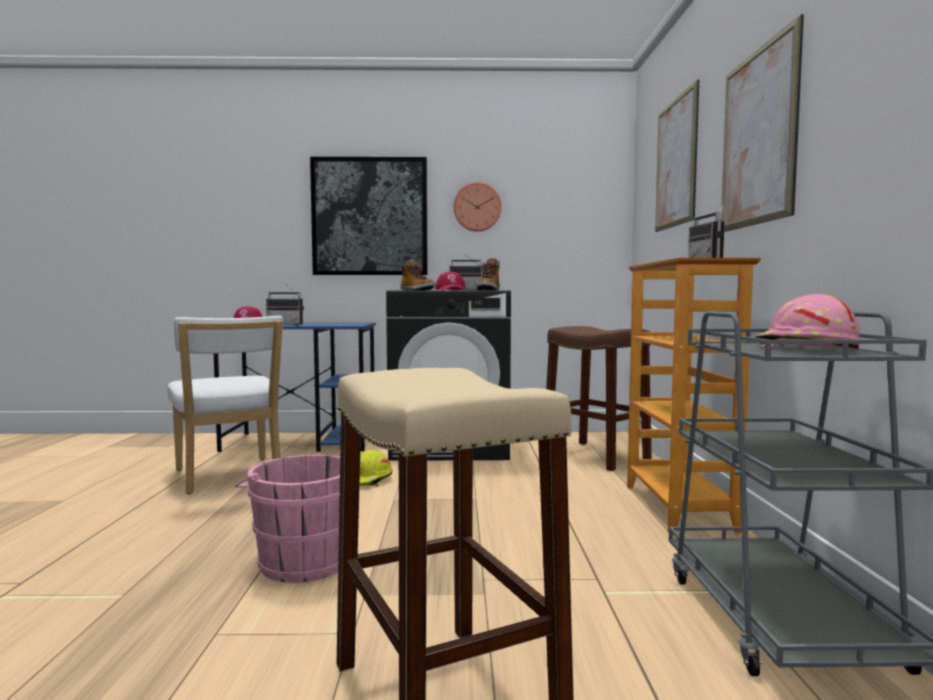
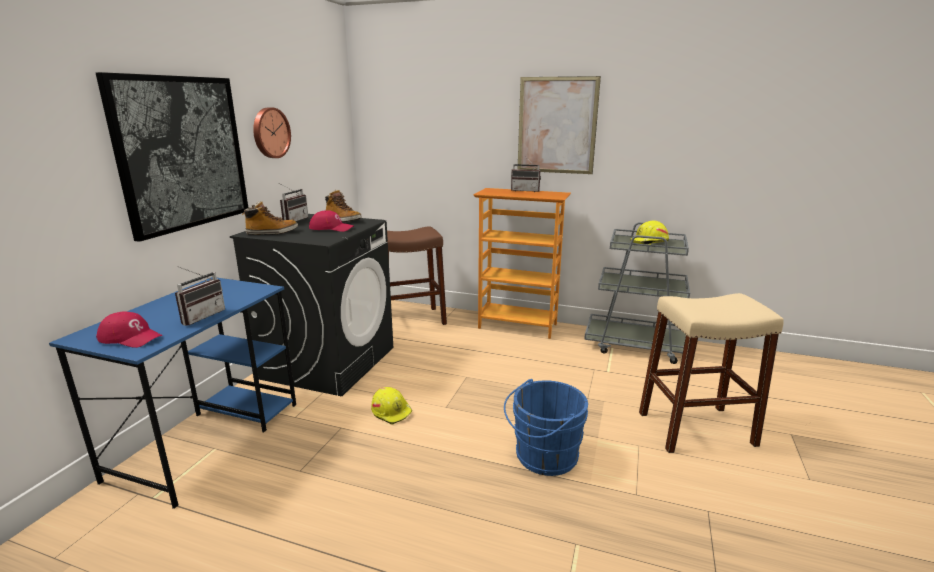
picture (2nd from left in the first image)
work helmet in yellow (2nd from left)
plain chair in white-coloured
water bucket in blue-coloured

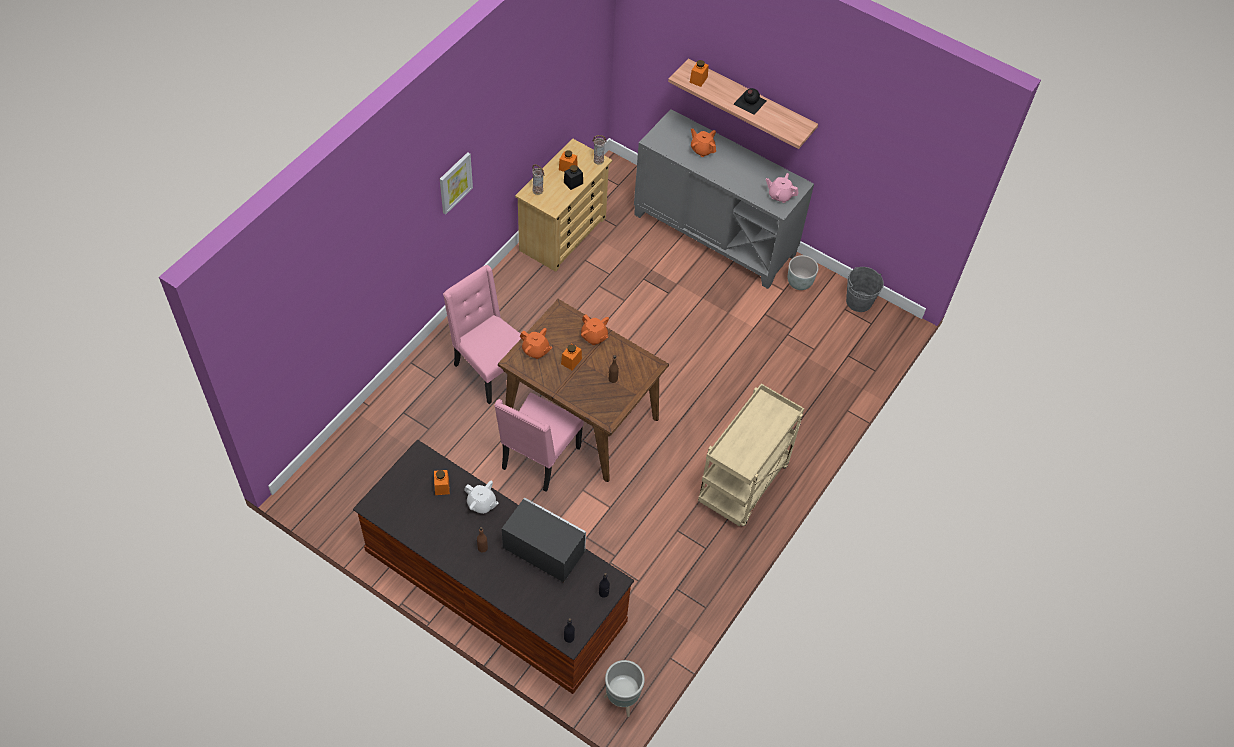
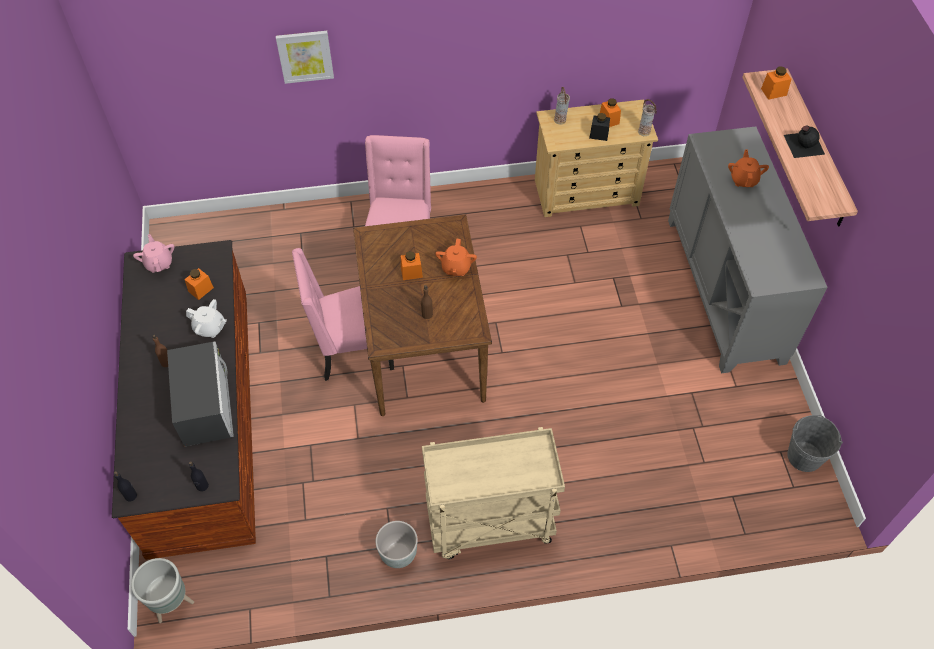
picture
pot for tea in pinkish
flower pot in grey (2nd from left)
pot for tea in orangey (1st from left in the first image)
pot for tea in white-coloured

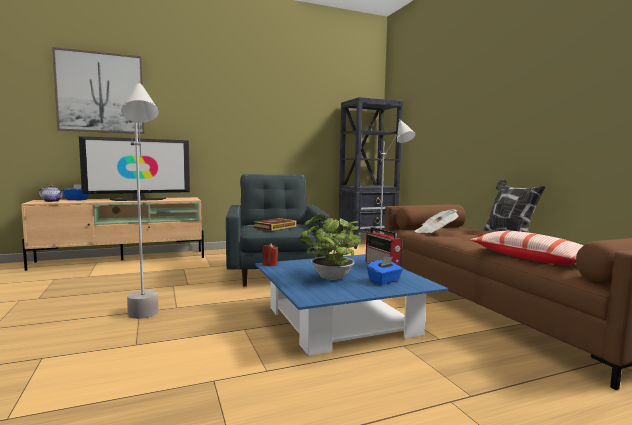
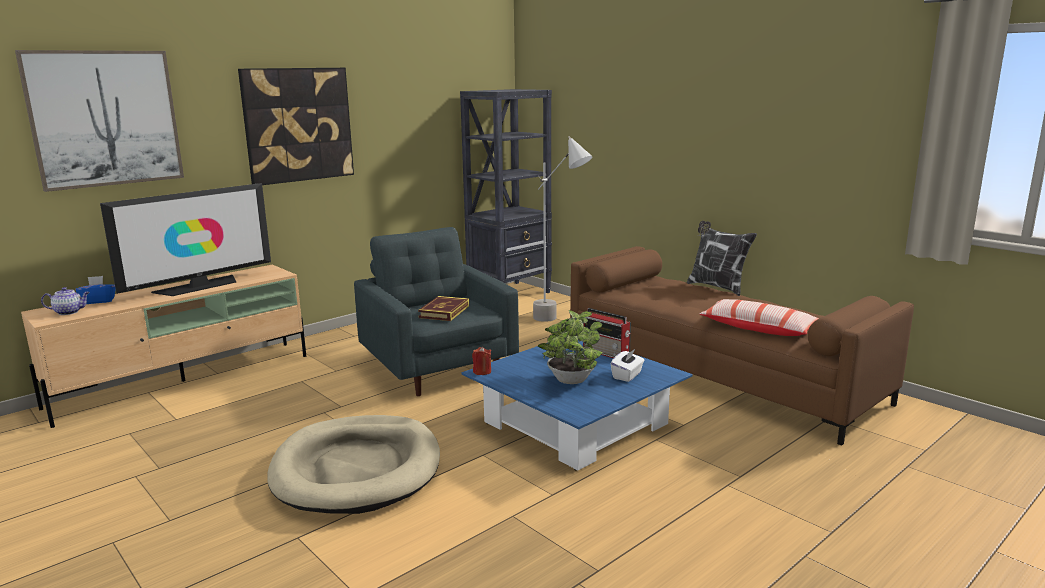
dog cushion in beige-coloured
newspaper
tissue box in white-coloured
picture (2nd from left)

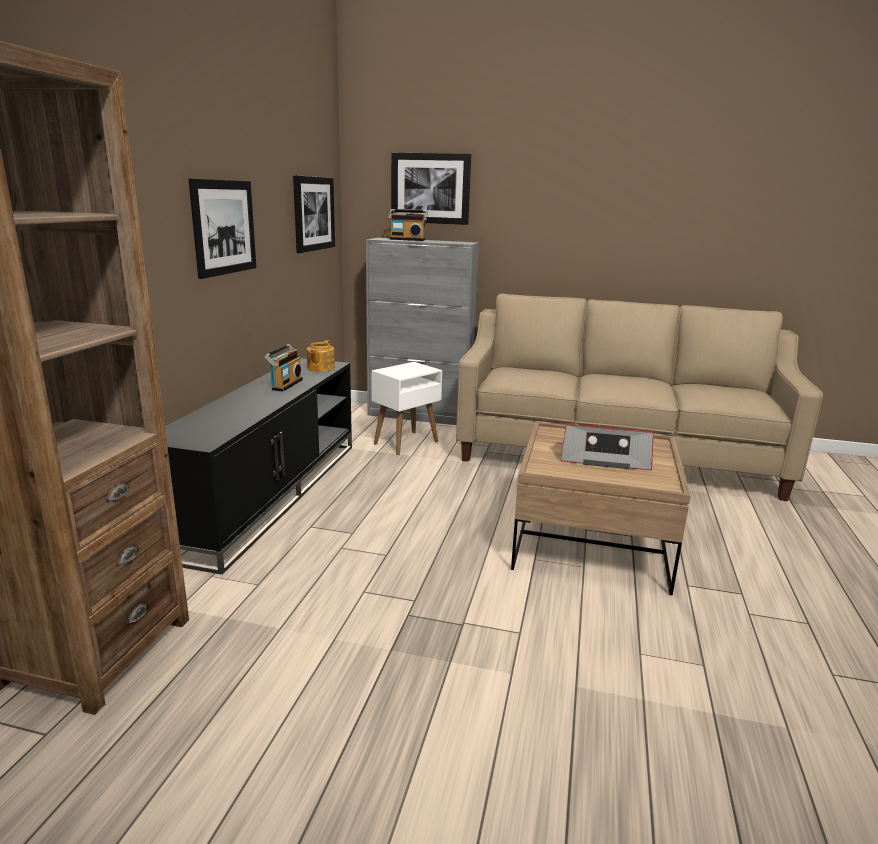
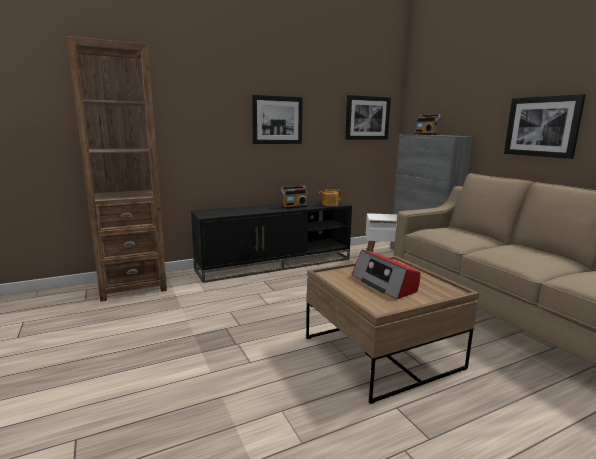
picture (3rd from left)

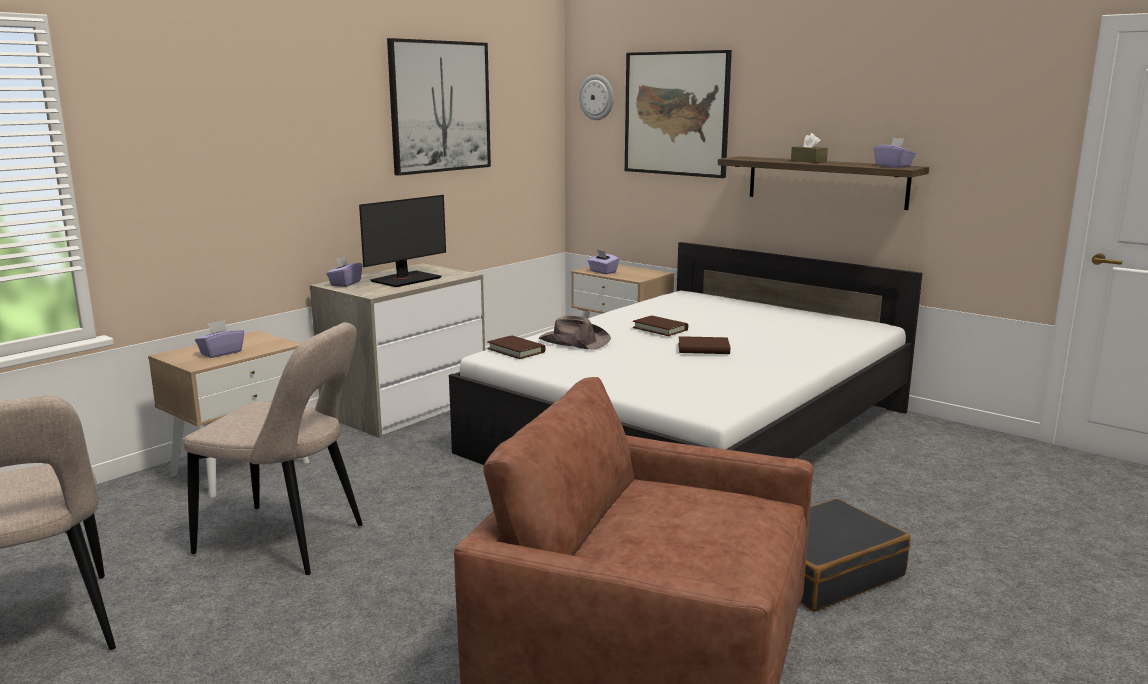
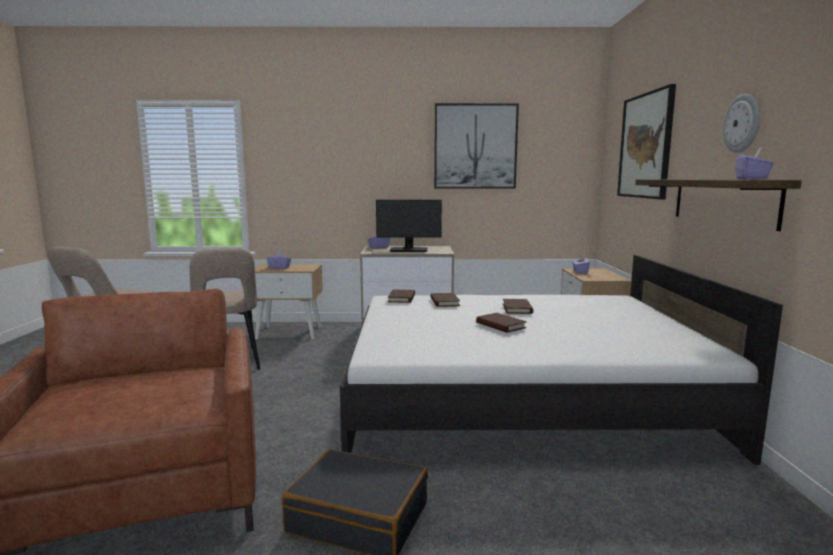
hanging clock
tissue box in brownish
volume in brownish (2nd from left)

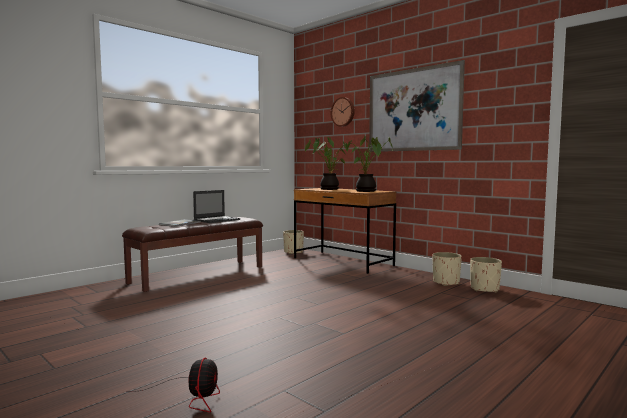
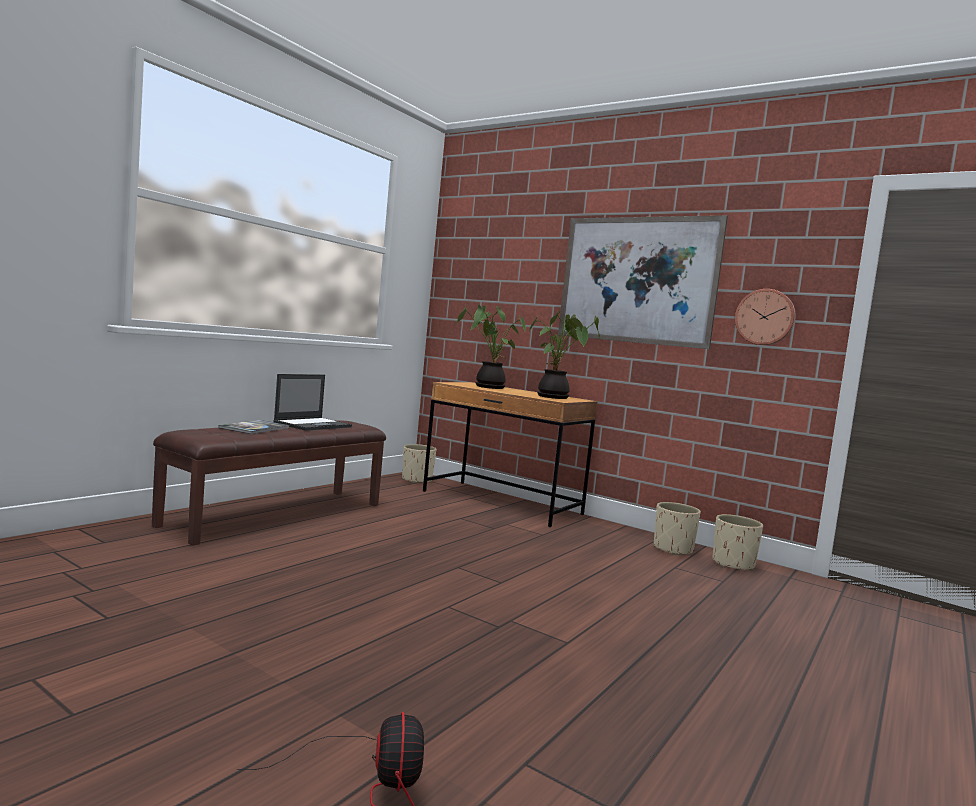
hanging clock

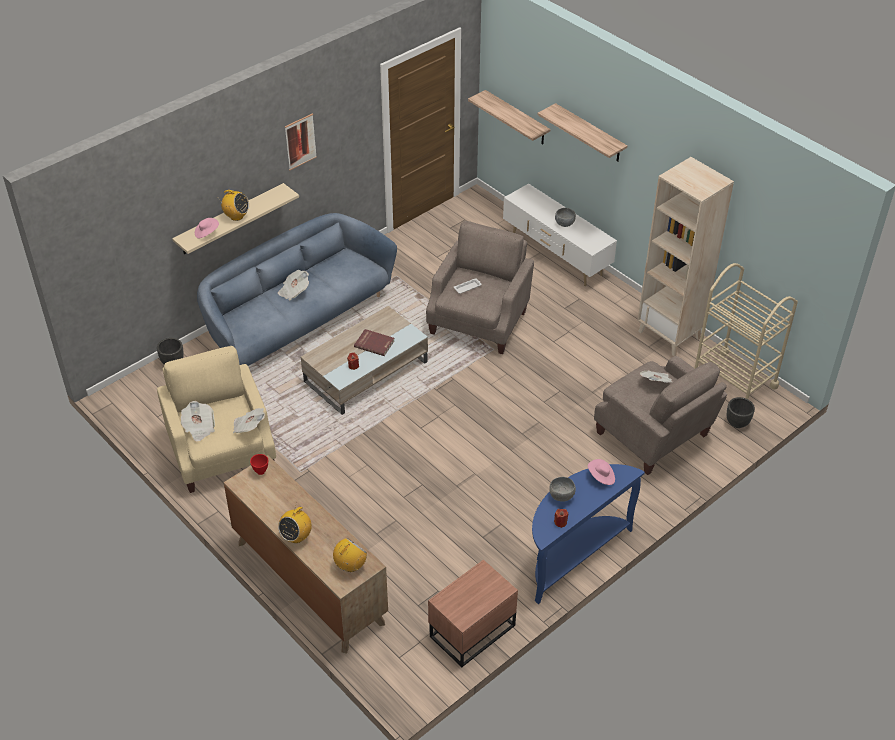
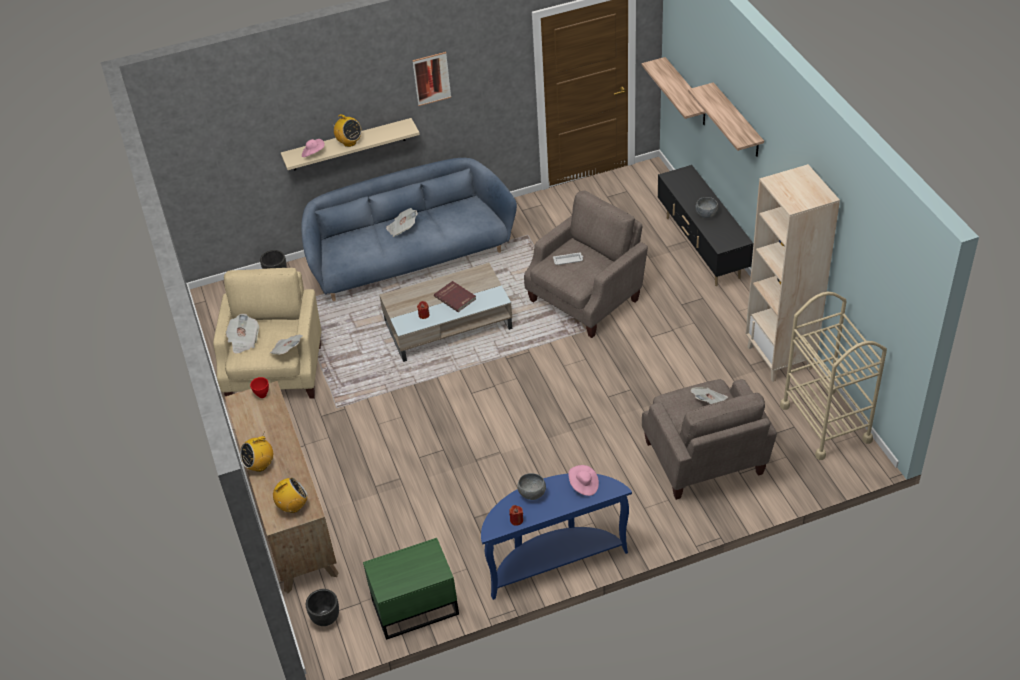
tv stand in blackish
flower pot in blackish (2nd from left)
night table in greenish

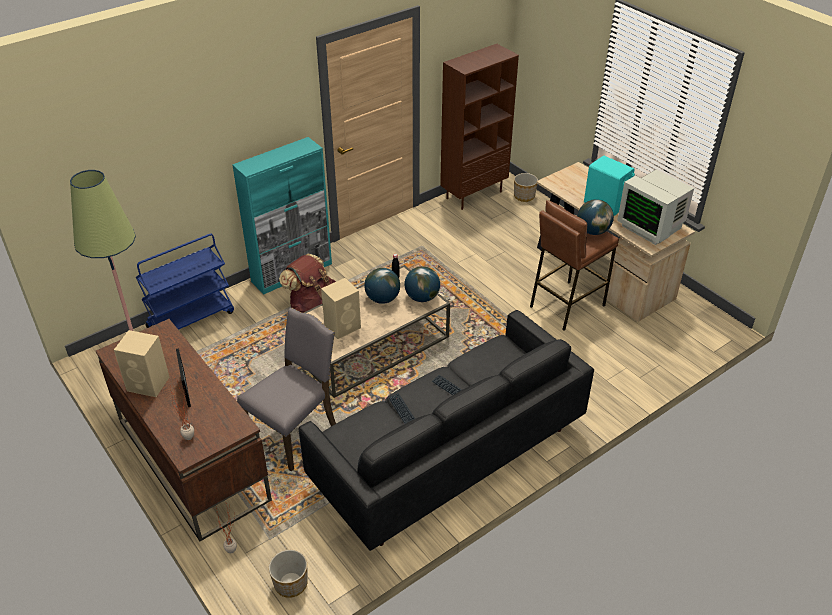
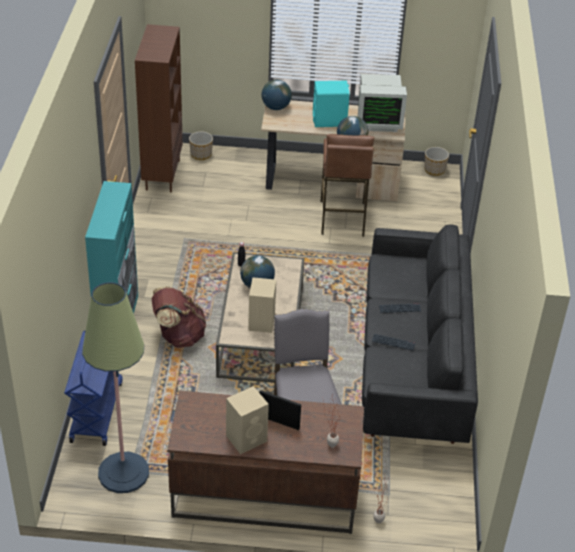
globe (2nd from left)
flower pot (2nd from left)

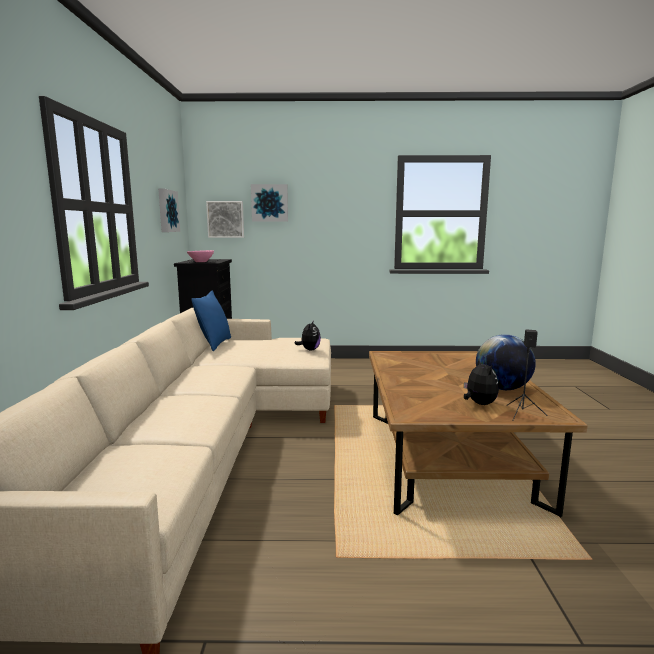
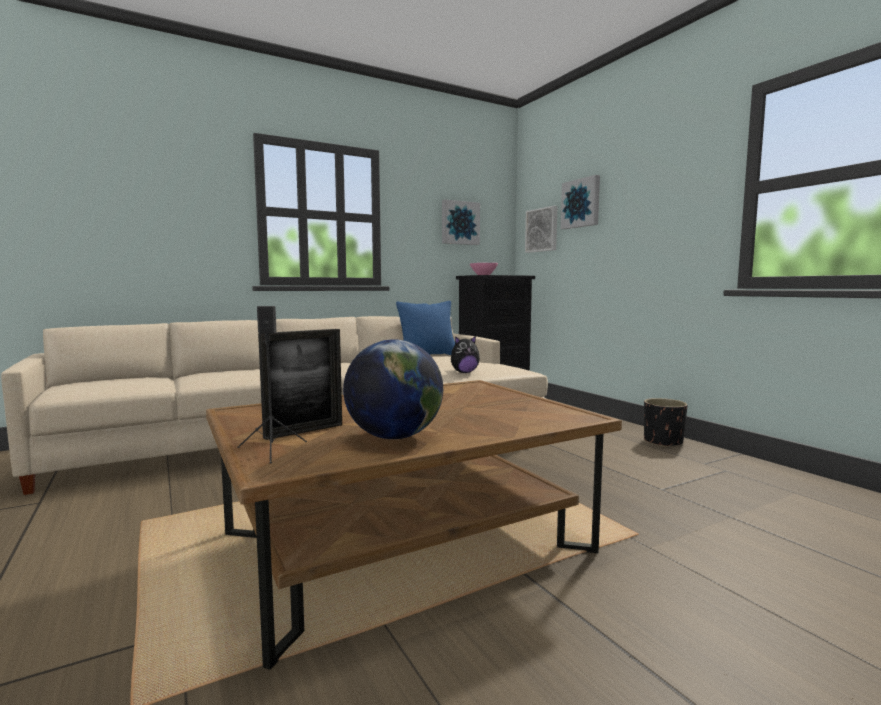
picture frame
flower pot in blackish

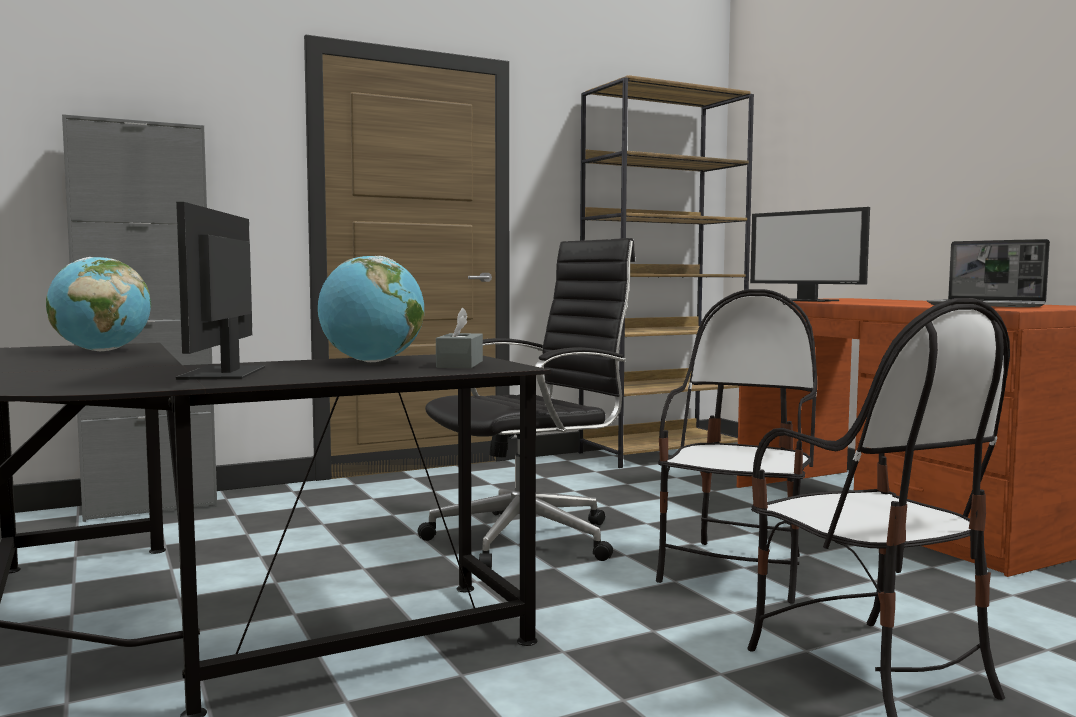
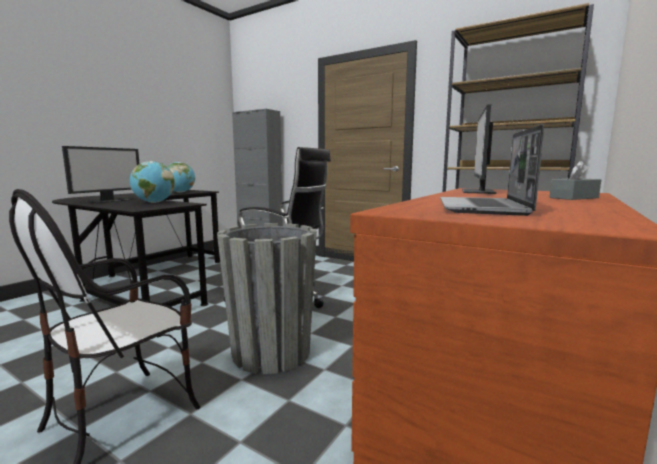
monitor (1st from left)
flower pot in grey
tissue box in grey

